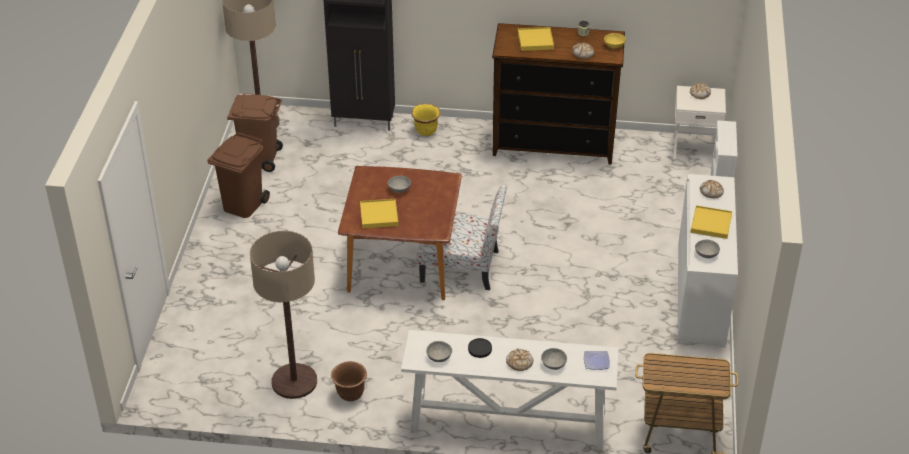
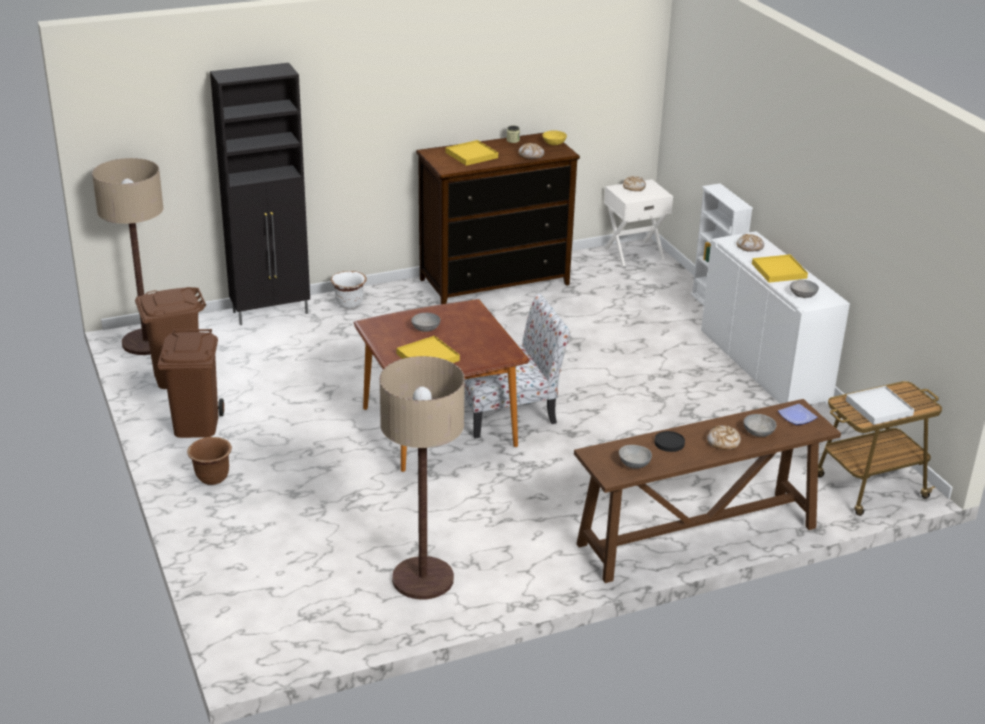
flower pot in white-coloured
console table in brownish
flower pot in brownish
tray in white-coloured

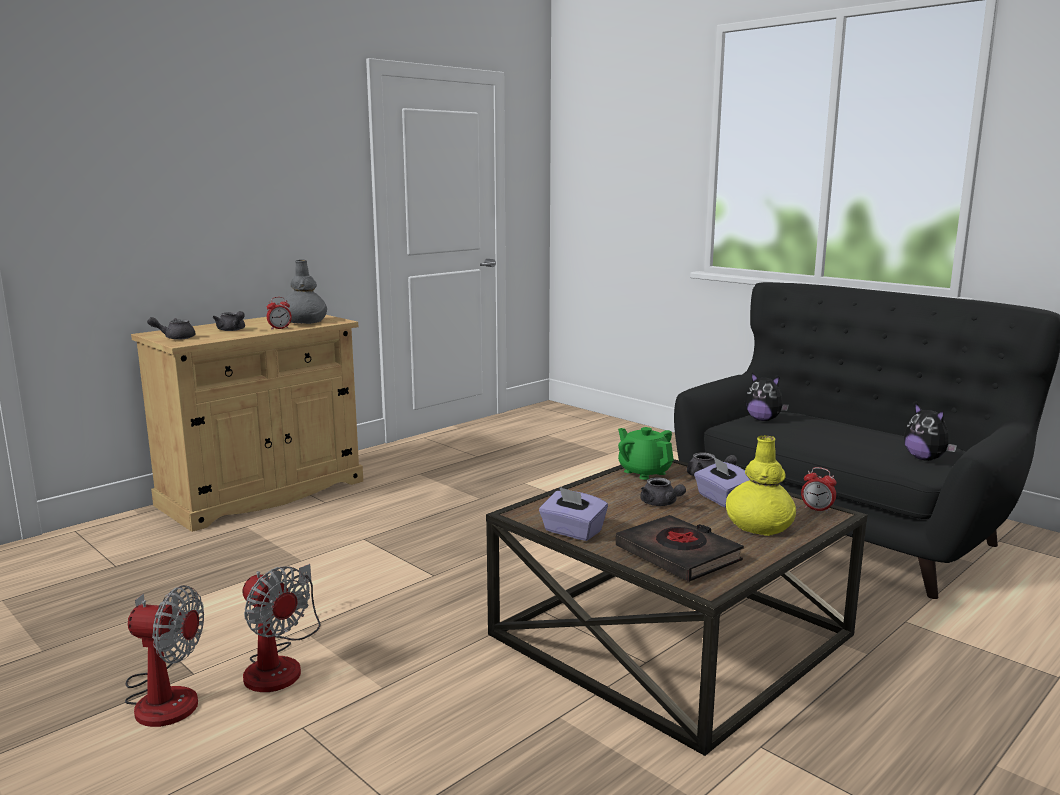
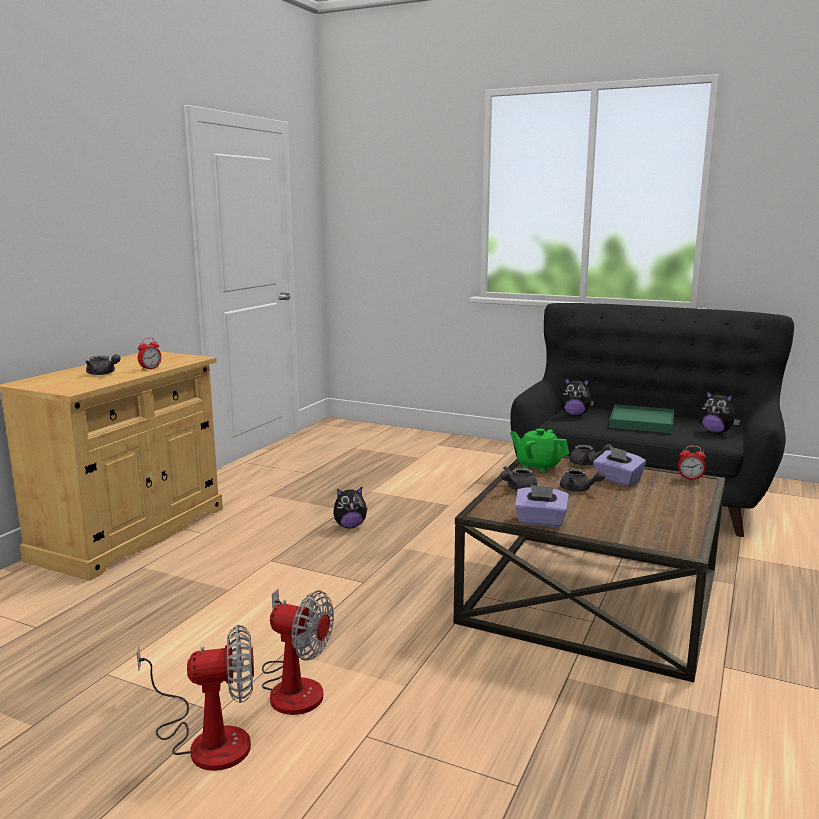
flower vase in grey
pot for tea in grey (2nd from left)
flower vase in yellow
volume in blackish
tray in greenish
cuddly toy (1st from left)

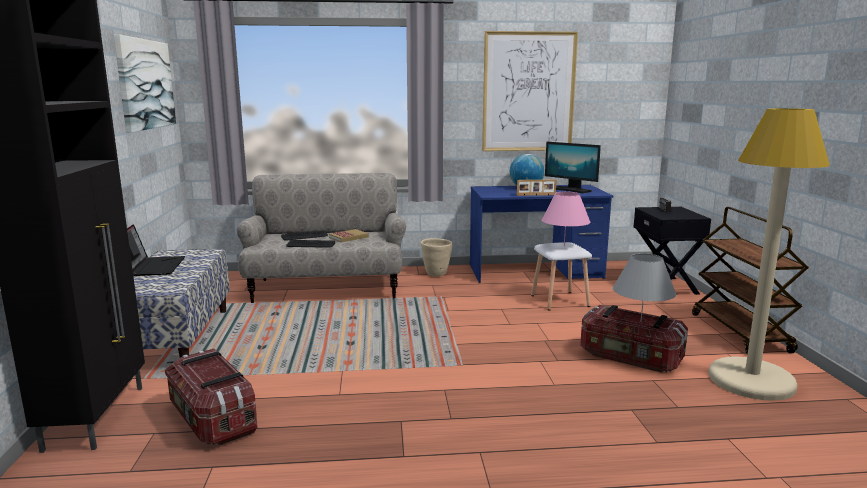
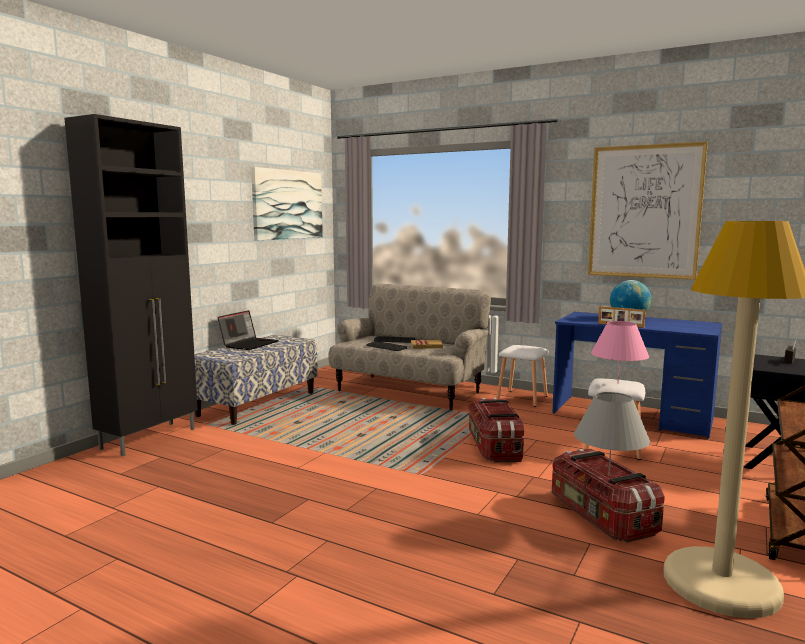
monitor
stool seat in white-coloured (1st from left)
storage box (1st from left)

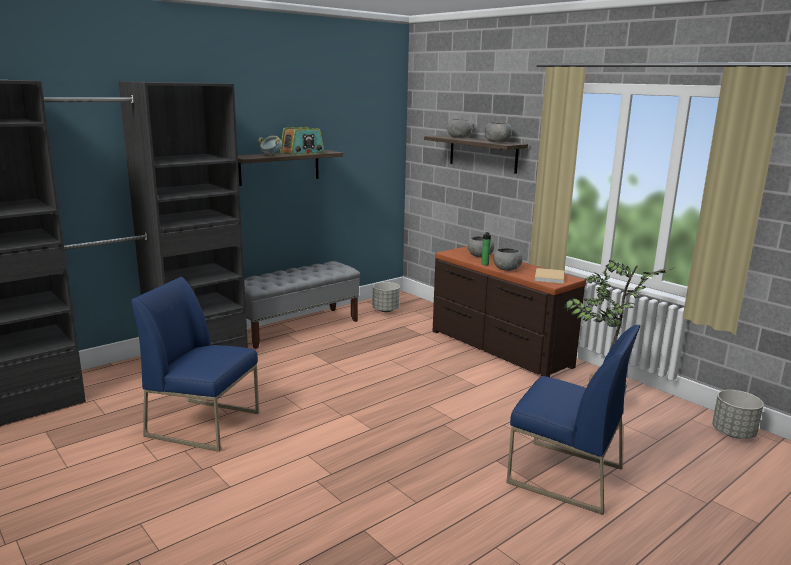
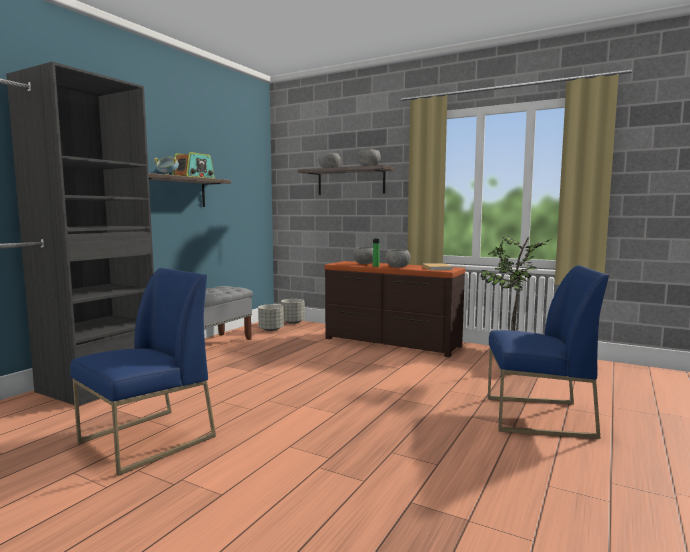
plain chair in blue-coloured (1st from left)
flower pot in grey (2nd from left)

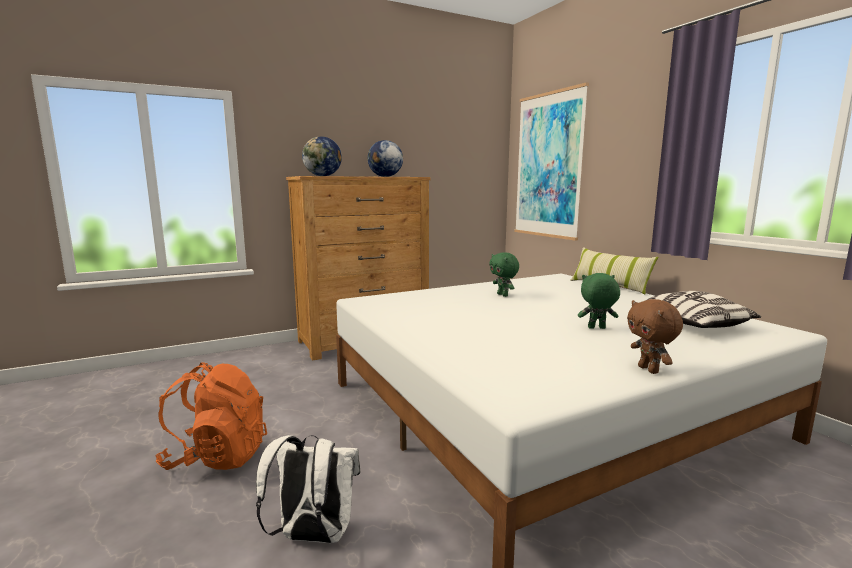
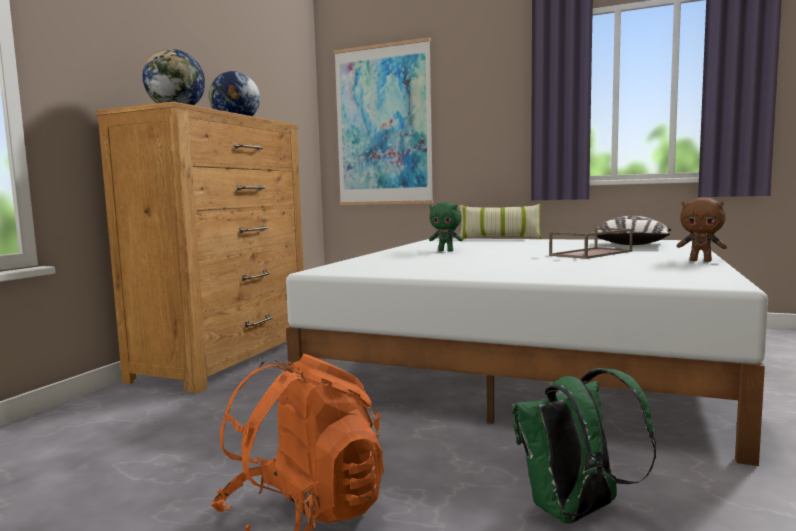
tray in brownish
knapsack in greenish

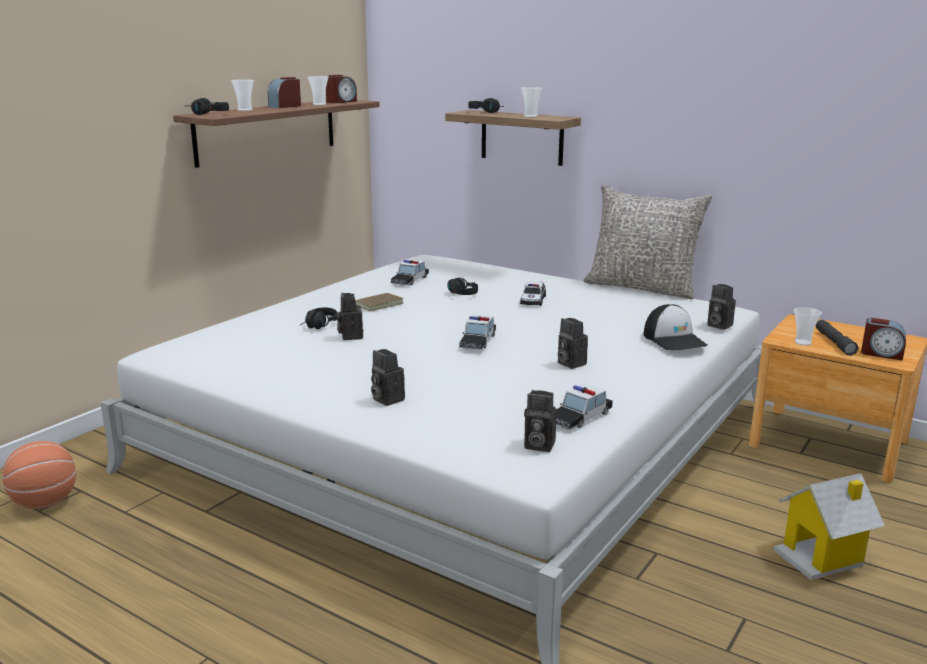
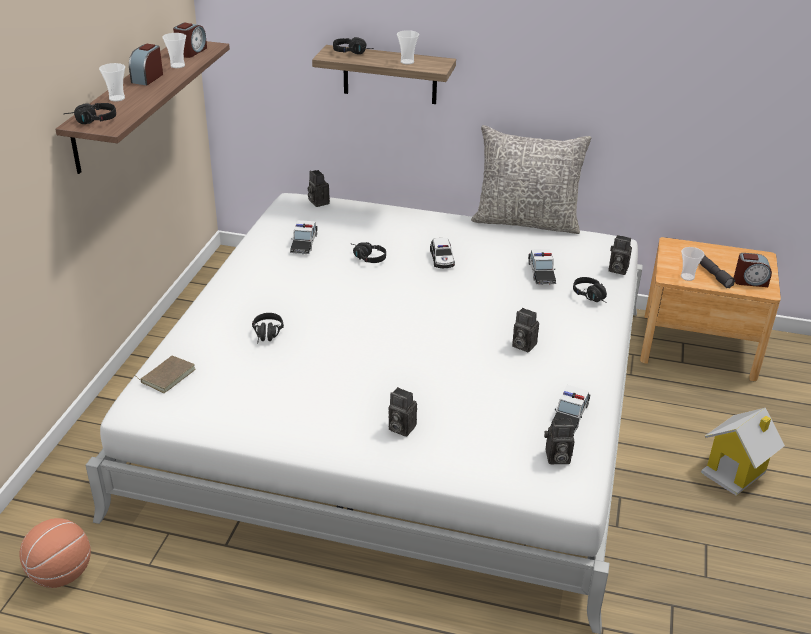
still camera (1st from left)
volume in brownish
pair of headphones in blackish (5th from left)
miniature car (3rd from left)

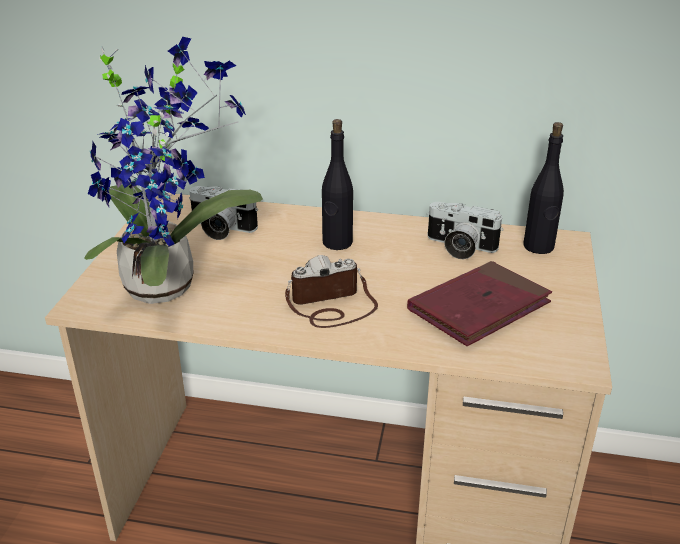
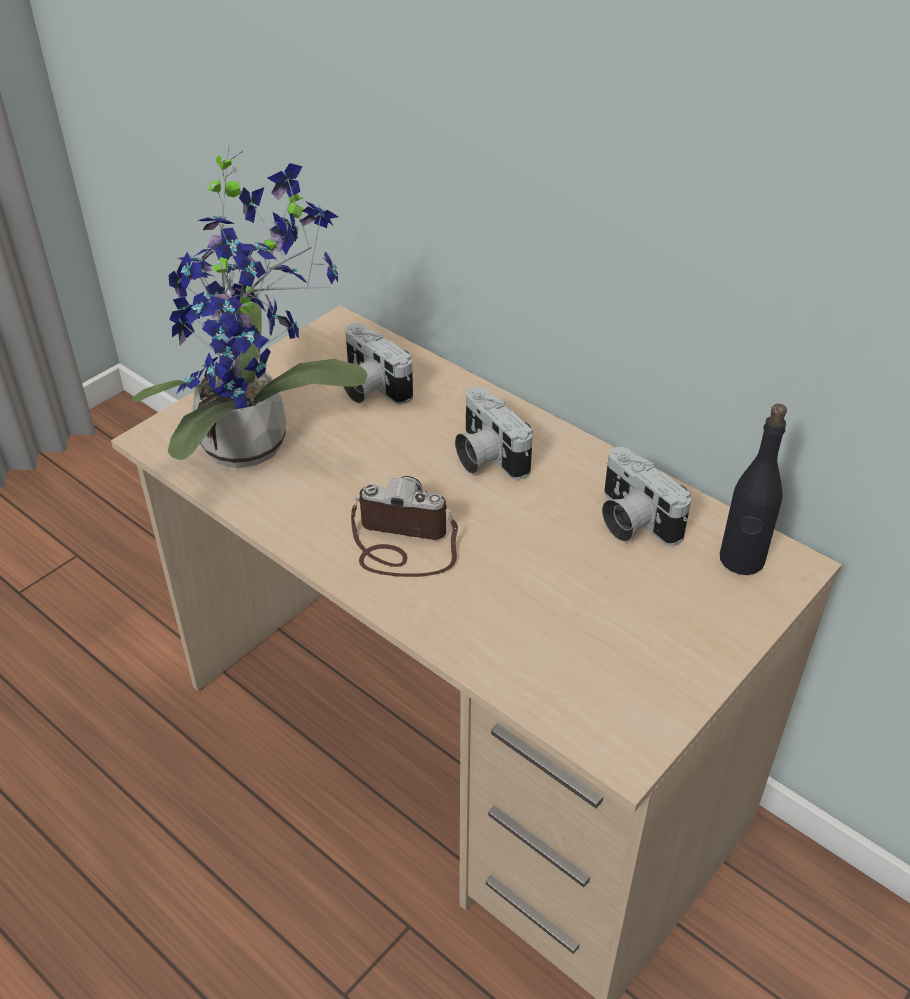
still camera (3rd from left)
volume in red-coloured

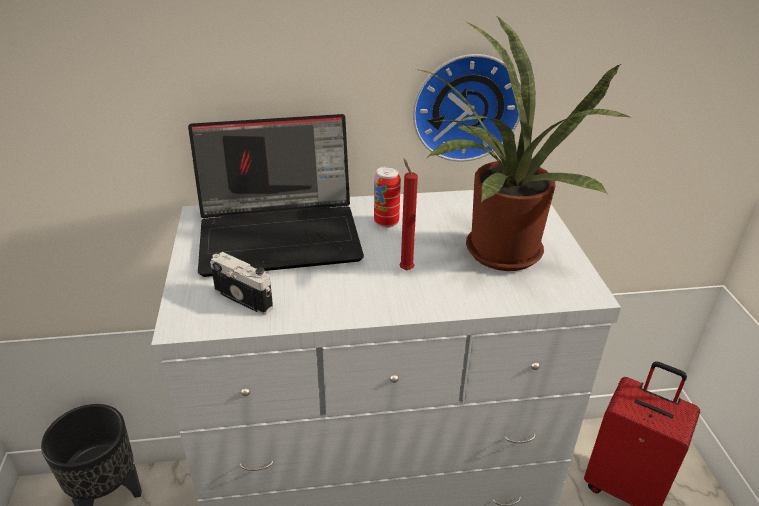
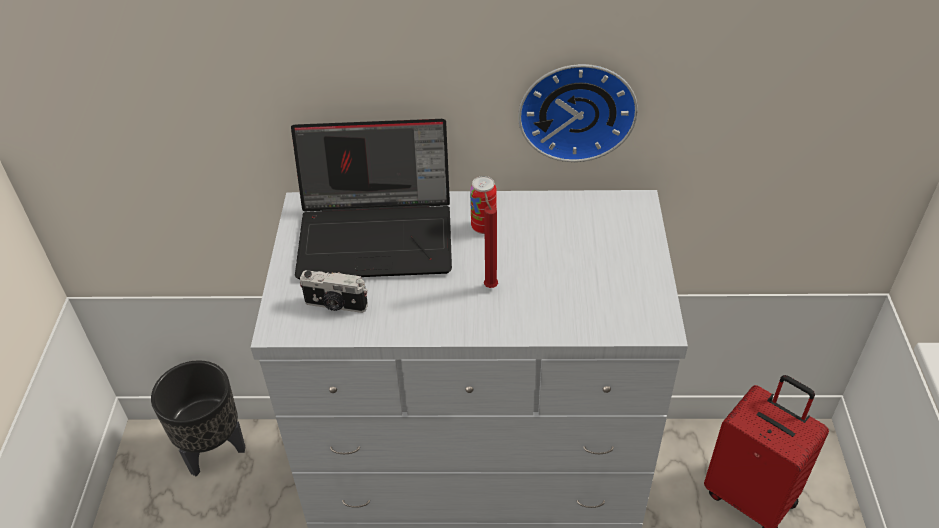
potted plant
still camera

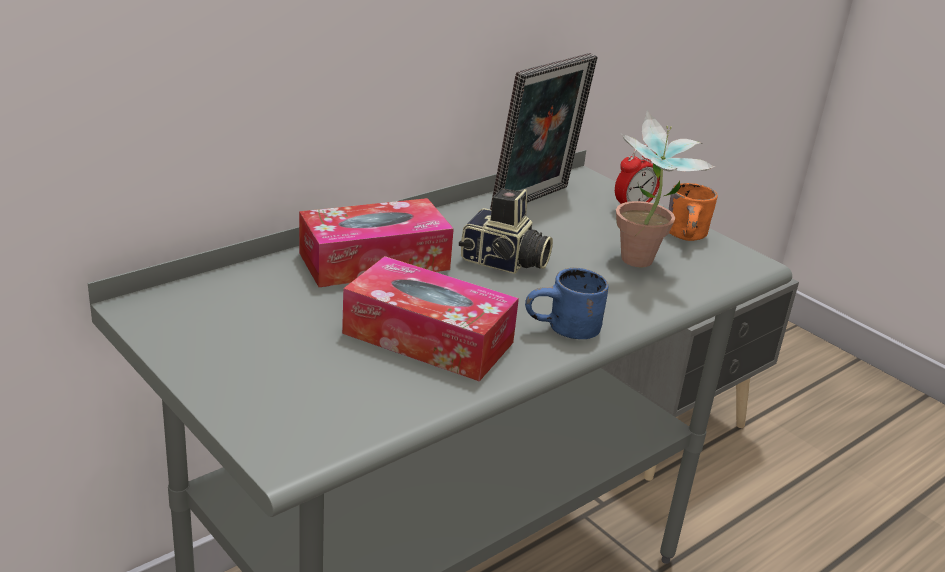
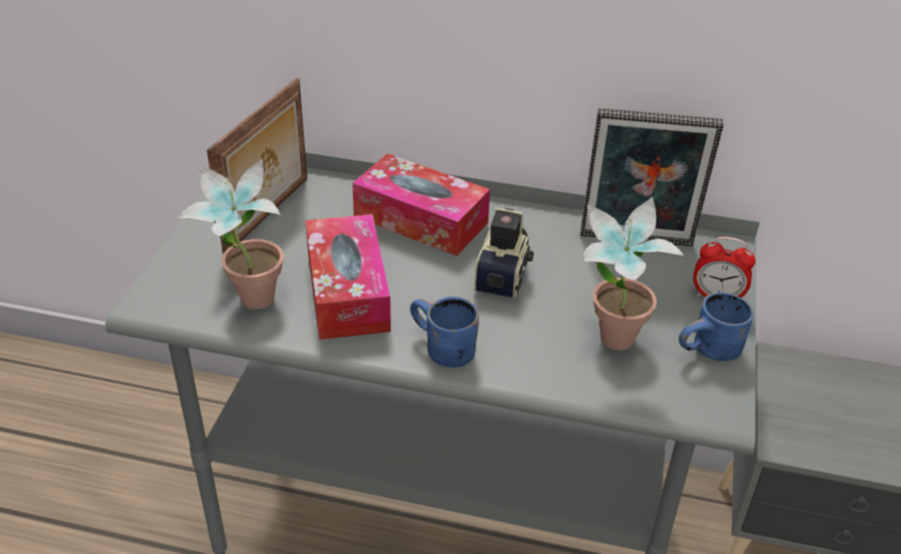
mug in blue-coloured (2nd from left)
still camera
picture frame (1st from left)
potted plant (1st from left)

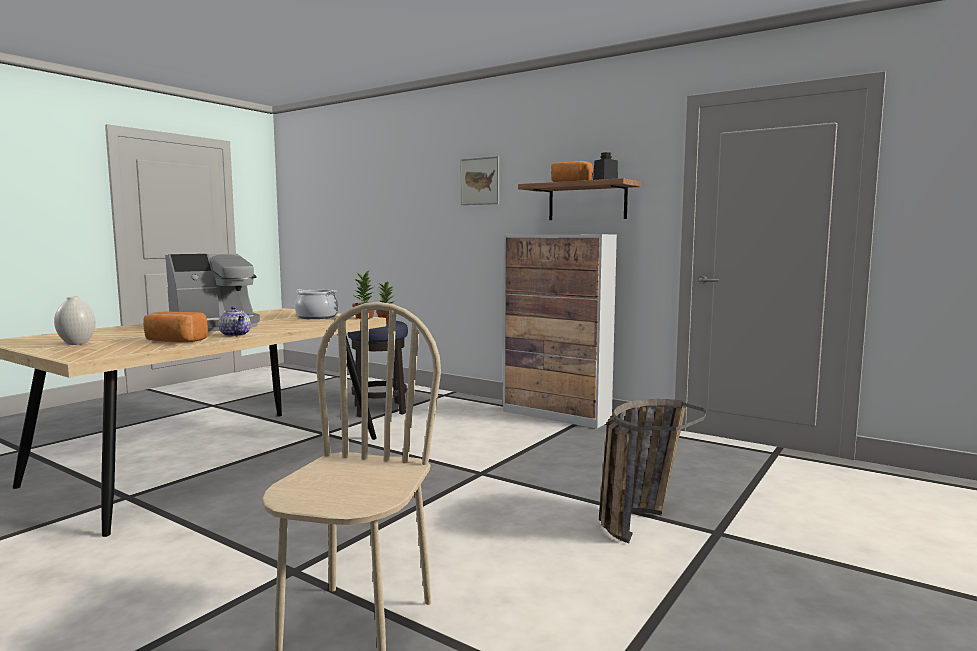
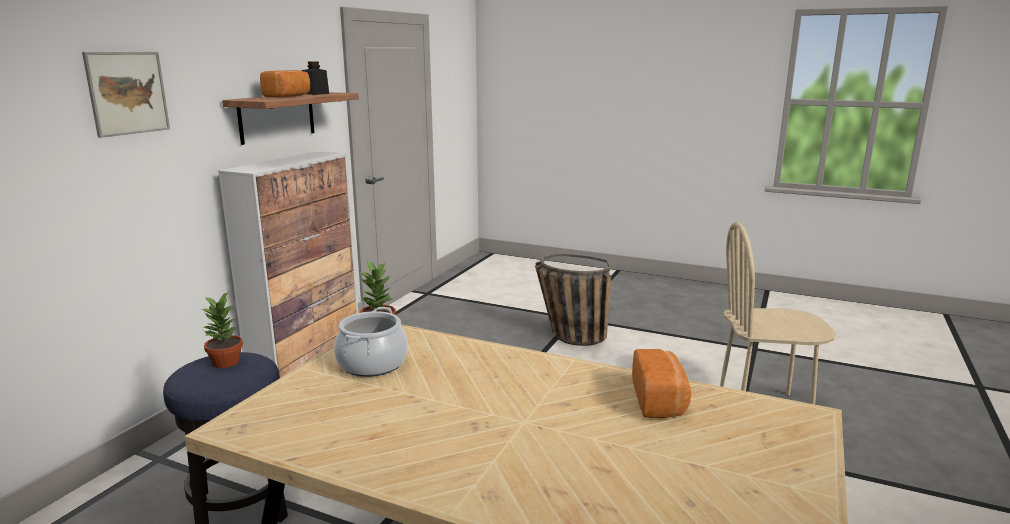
coffee maker
flower vase in white-coloured
pot for tea

